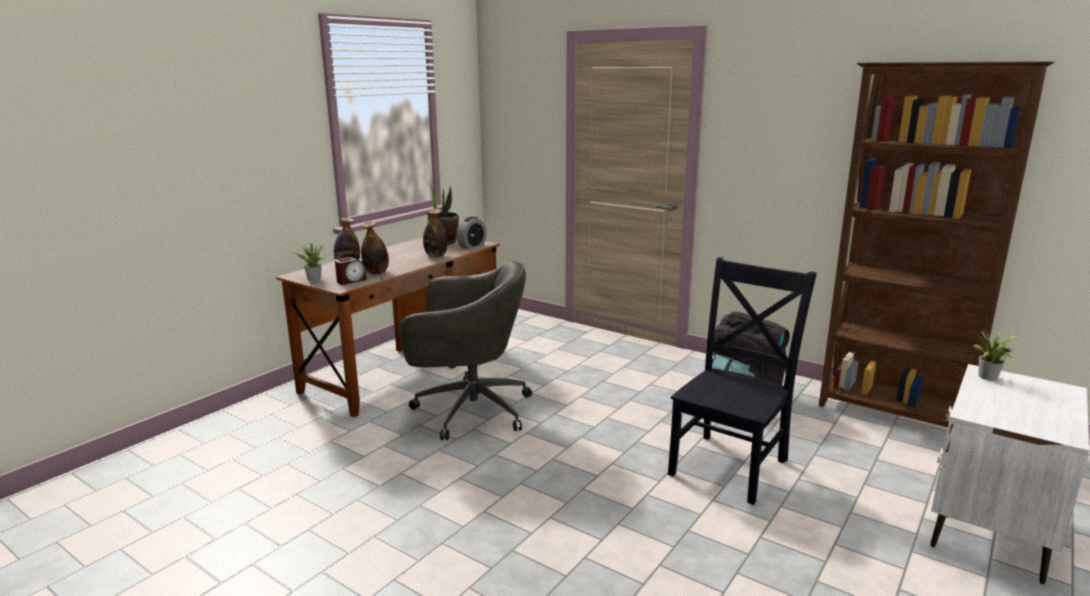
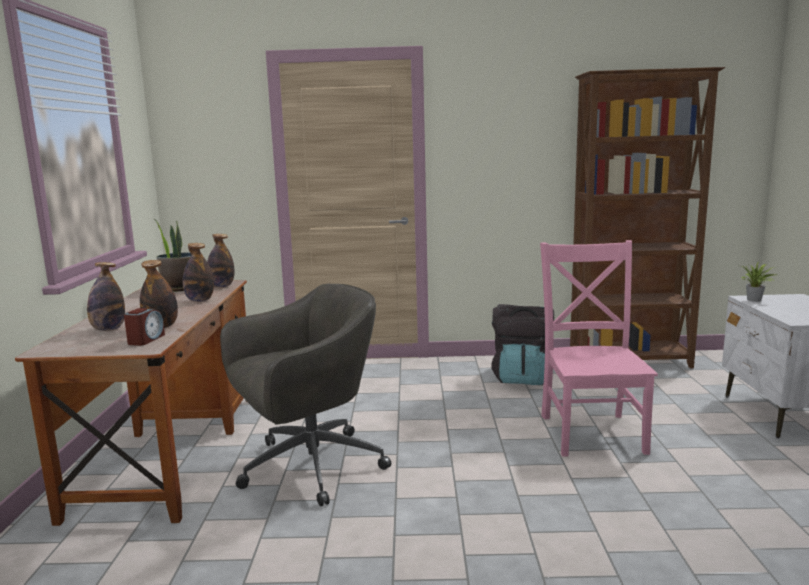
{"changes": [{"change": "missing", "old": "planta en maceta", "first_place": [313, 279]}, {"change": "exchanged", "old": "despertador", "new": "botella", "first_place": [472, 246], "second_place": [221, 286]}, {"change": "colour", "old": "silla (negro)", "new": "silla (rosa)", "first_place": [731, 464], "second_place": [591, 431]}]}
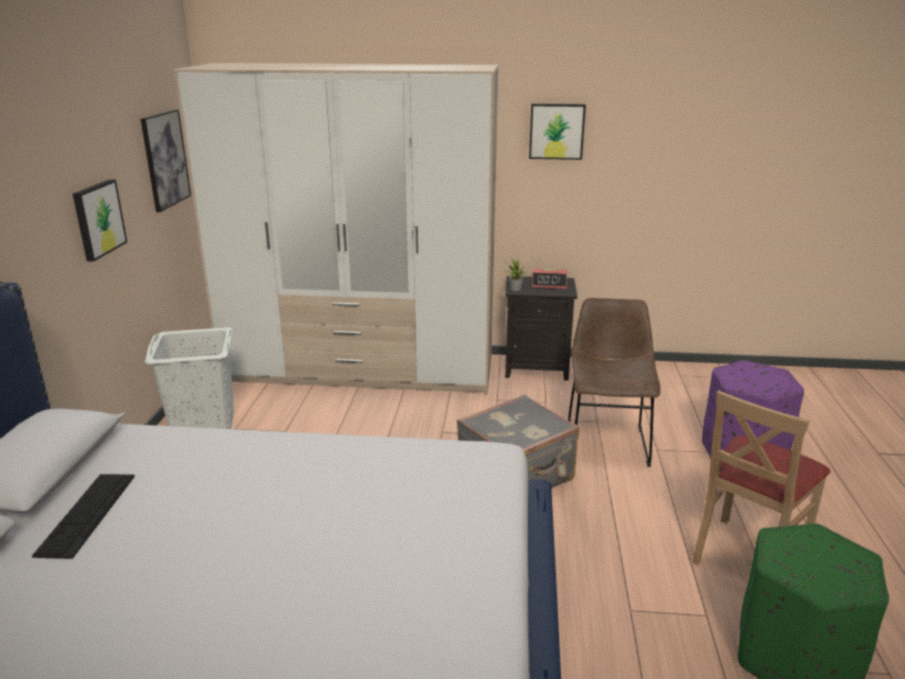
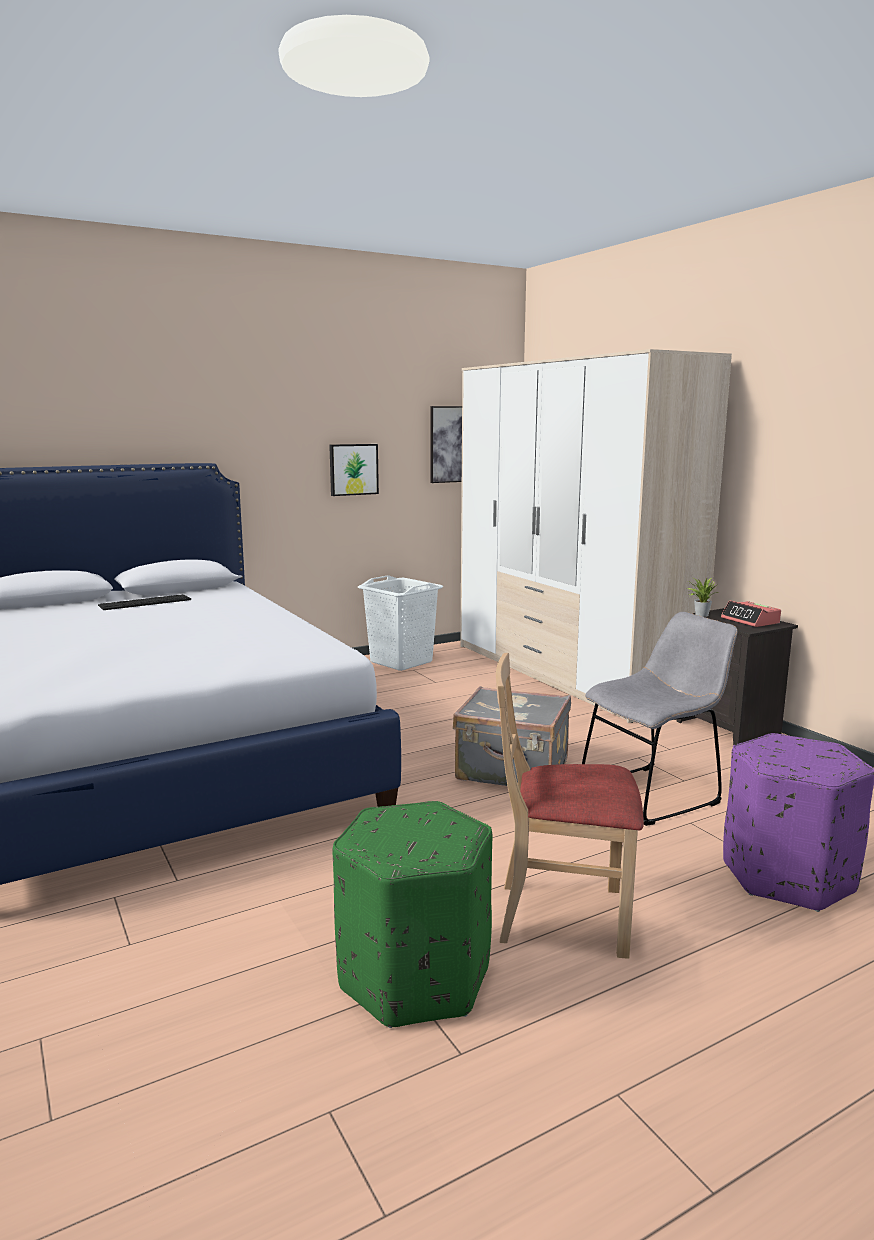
{"changes": [{"change": "missing", "old": "cuadro", "first_place": [556, 131]}, {"change": "colour", "old": "silla (marrón)", "new": "silla (gris)", "first_place": [606, 441], "second_place": [654, 793]}]}
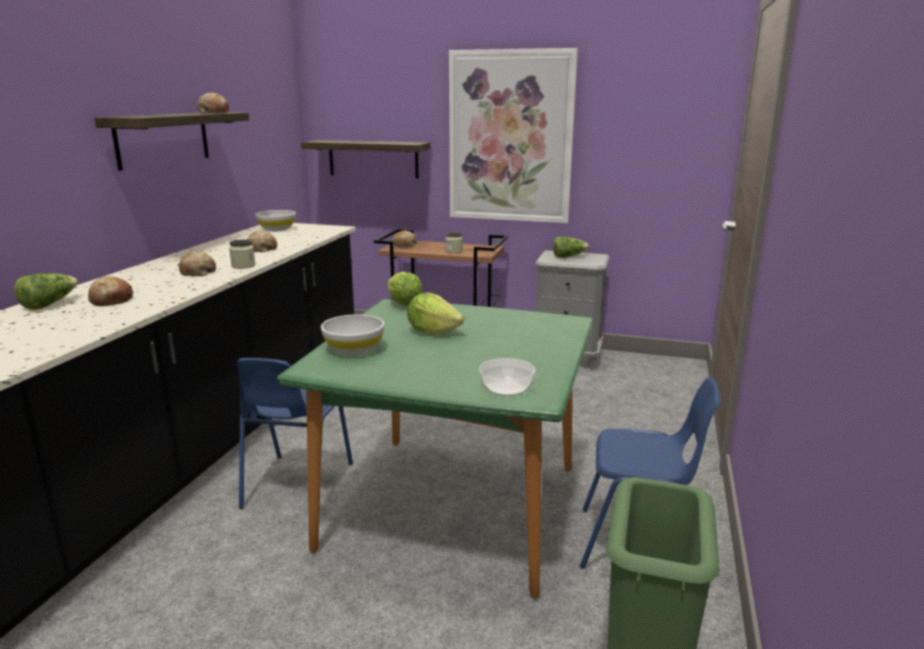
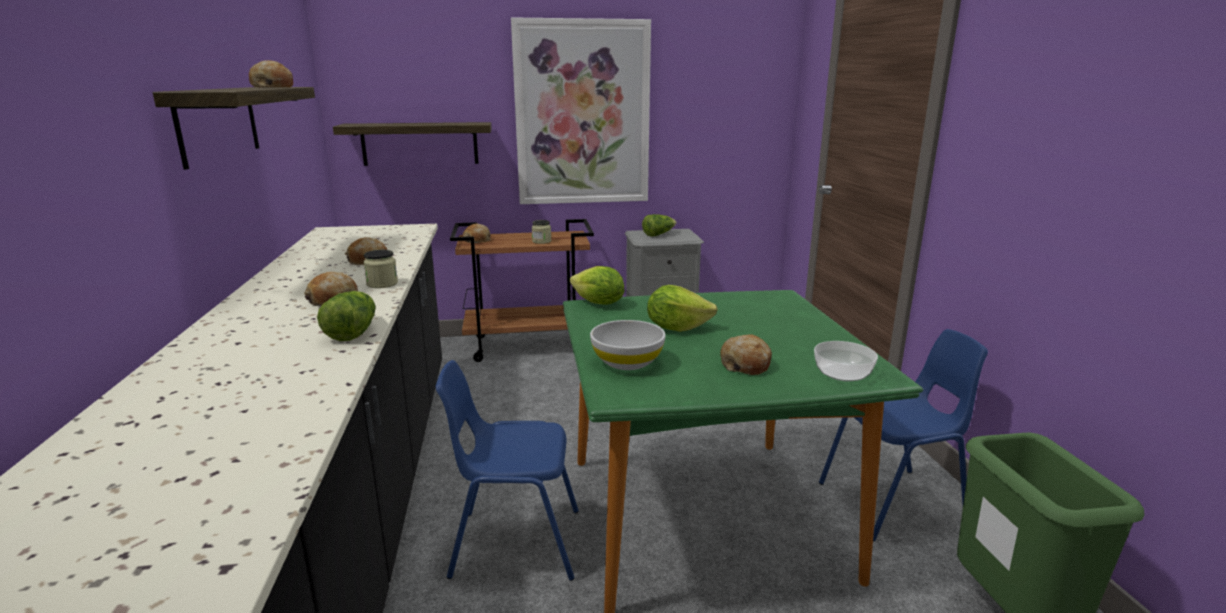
{"changes": [{"change": "relocated", "old": "lechuga", "first_place": [49, 304], "second_place": [352, 332]}, {"change": "relocated", "old": "pan", "first_place": [111, 300], "second_place": [745, 364]}, {"change": "spun", "old": "silla (azul)", "first_place": [296, 486], "second_place": [515, 543], "degrees": 105}, {"change": "missing", "old": "cuenco (blanco)", "first_place": [277, 229]}]}
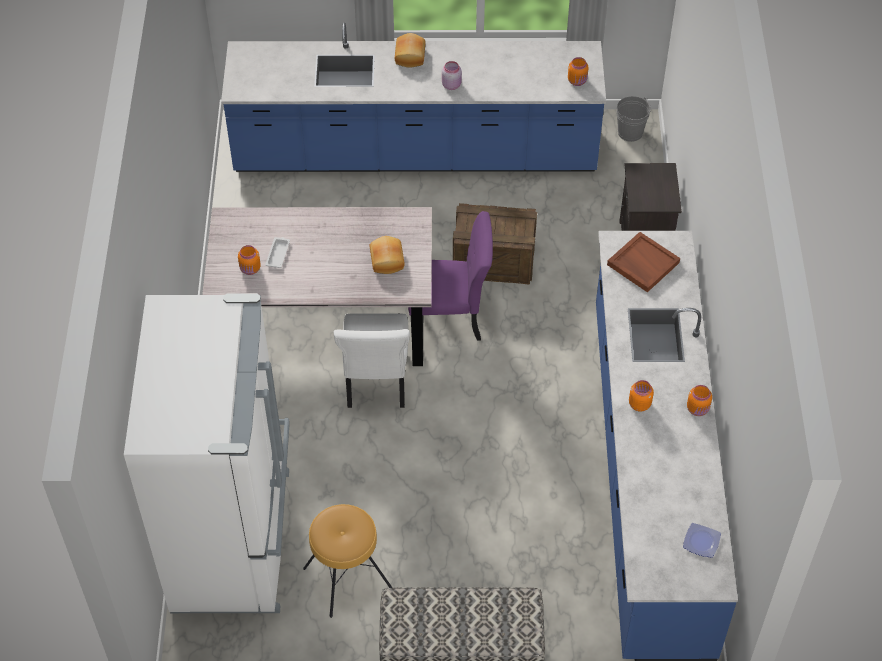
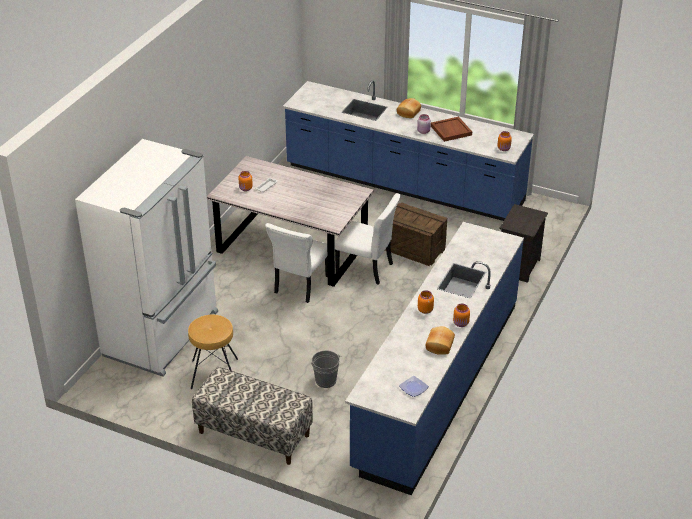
{"changes": [{"change": "relocated", "old": "pan", "first_place": [386, 260], "second_place": [439, 345]}, {"change": "colour", "old": "silla (morado)", "new": "silla (blanco)", "first_place": [449, 319], "second_place": [366, 269]}, {"change": "relocated", "old": "bandeja (marrón)", "first_place": [642, 264], "second_place": [450, 130]}, {"change": "relocated", "old": "cubo (gris)", "first_place": [630, 132], "second_place": [325, 380]}]}
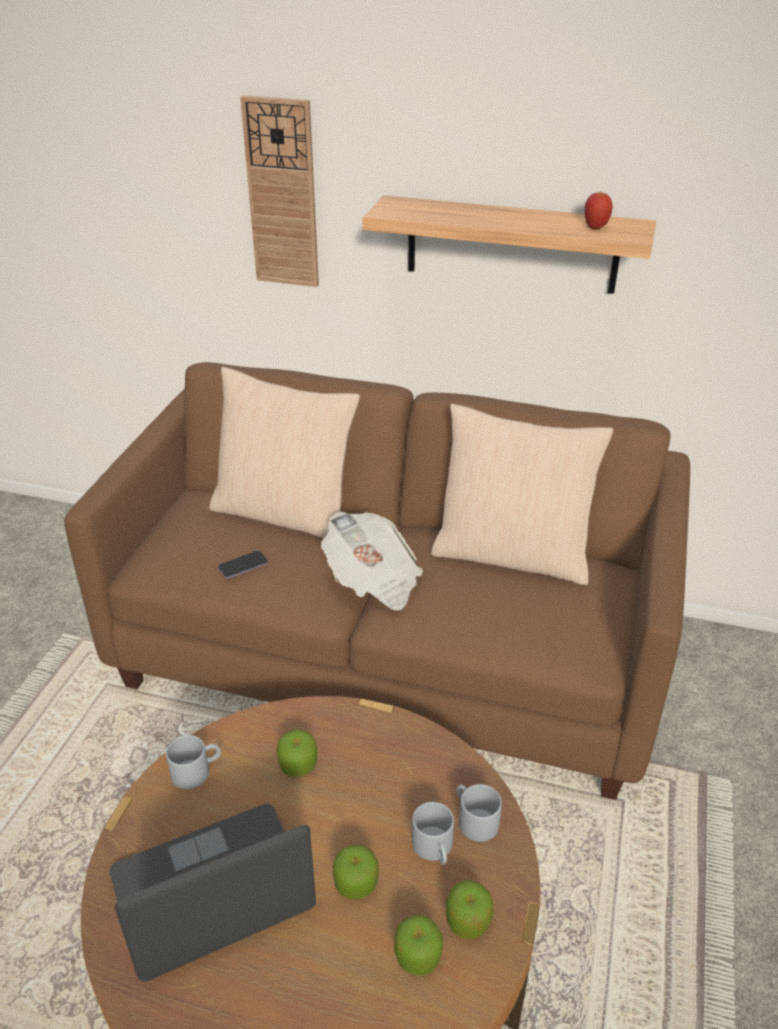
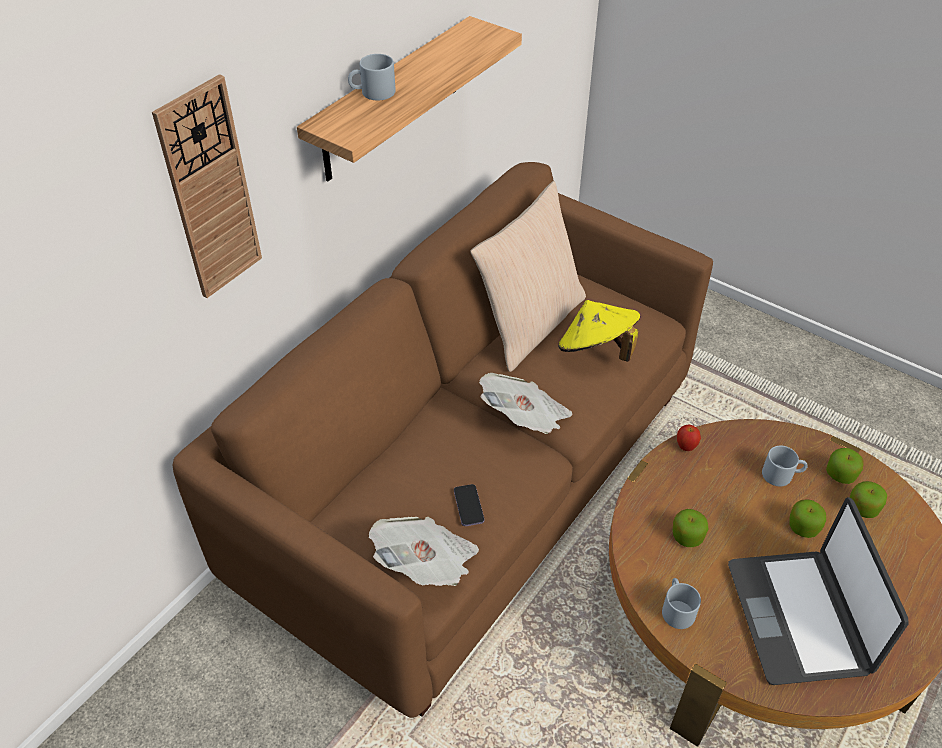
{"changes": [{"change": "missing", "old": "cojín (beis)", "first_place": [286, 513]}, {"change": "relocated", "old": "taza grande (gris)", "first_place": [473, 819], "second_place": [372, 93]}, {"change": "relocated", "old": "manzana", "first_place": [595, 227], "second_place": [685, 447]}, {"change": "appeared", "new": "periódico", "second_place": [427, 564]}, {"change": "appeared", "new": "sombrero (amarillo)", "second_place": [596, 350]}]}
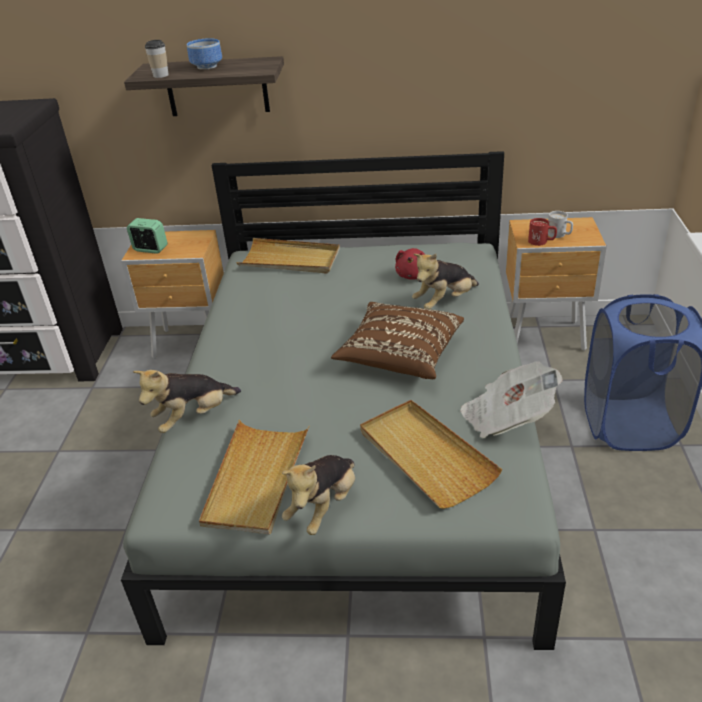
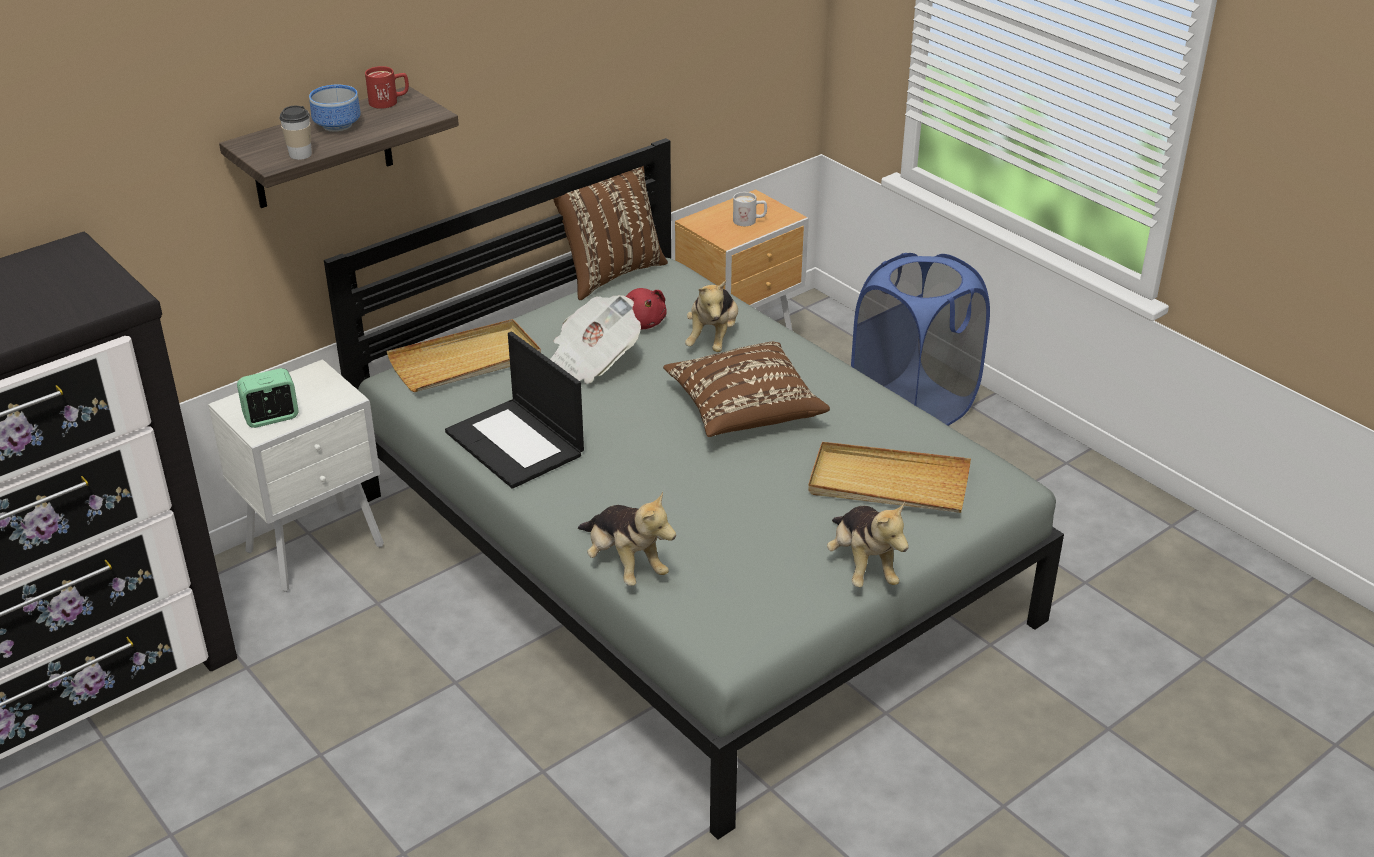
{"changes": [{"change": "colour", "old": "mesita de noche (marrón)", "new": "mesita de noche (blanco)", "first_place": [194, 344], "second_place": [318, 549]}, {"change": "spun", "old": "peluche", "first_place": [193, 417], "second_place": [624, 564], "degrees": -45}, {"change": "missing", "old": "bandeja (beis)", "first_place": [256, 479]}, {"change": "relocated", "old": "periódico", "first_place": [507, 418], "second_place": [591, 362]}, {"change": "relocated", "old": "taza grande (rojo)", "first_place": [541, 242], "second_place": [389, 102]}, {"change": "appeared", "new": "portátil", "second_place": [516, 443]}, {"change": "appeared", "new": "cojín (marrón)", "second_place": [610, 273]}]}
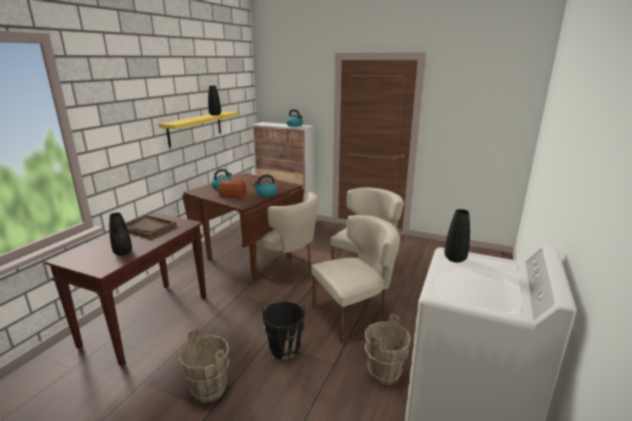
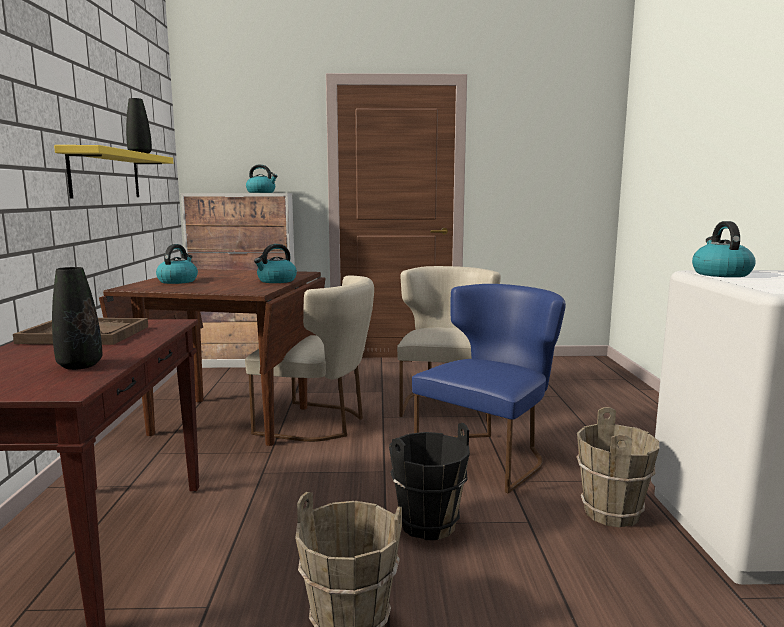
{"changes": [{"change": "missing", "old": "pan", "first_place": [233, 195]}, {"change": "colour", "old": "silla (beis)", "new": "silla (azul)", "first_place": [354, 315], "second_place": [489, 456]}, {"change": "exchanged", "old": "florero (negro)", "new": "hervidor", "first_place": [455, 259], "second_place": [720, 274]}]}
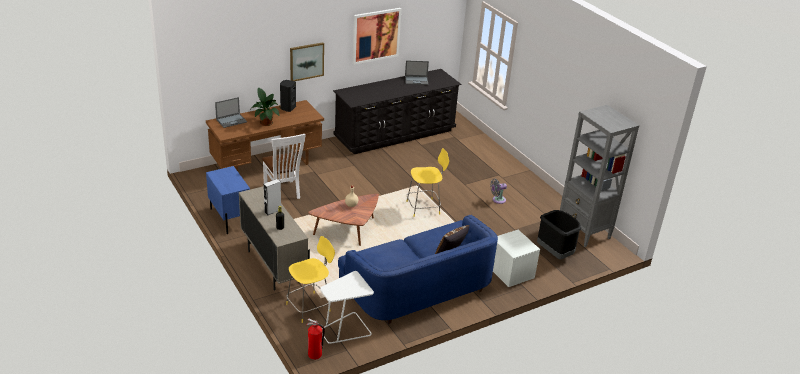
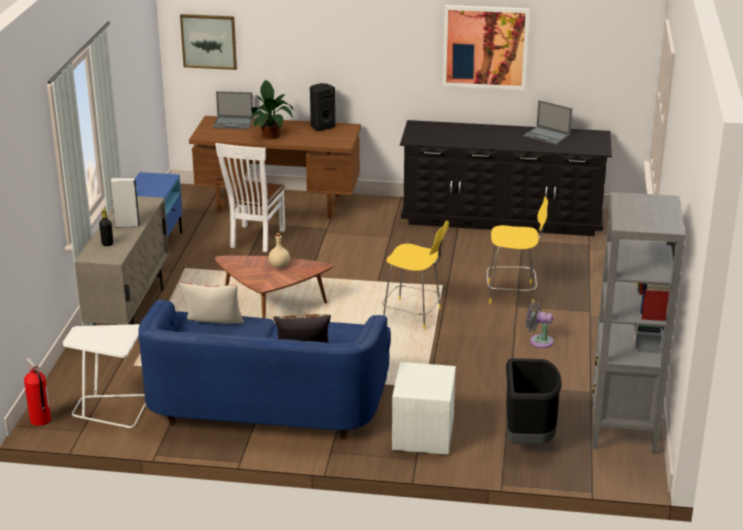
{"changes": [{"change": "relocated", "old": "silla (amarillo)", "first_place": [309, 307], "second_place": [513, 293]}, {"change": "relocated", "old": "cuadro", "first_place": [306, 61], "second_place": [209, 41]}, {"change": "appeared", "new": "cojín", "second_place": [214, 325]}]}
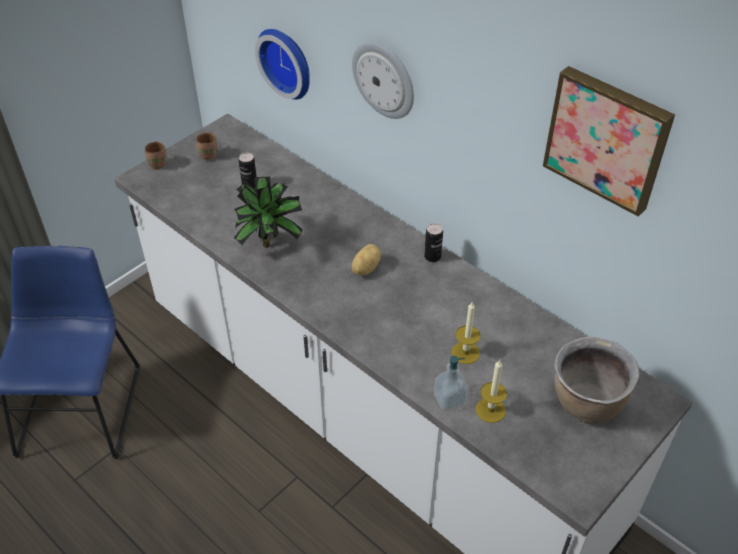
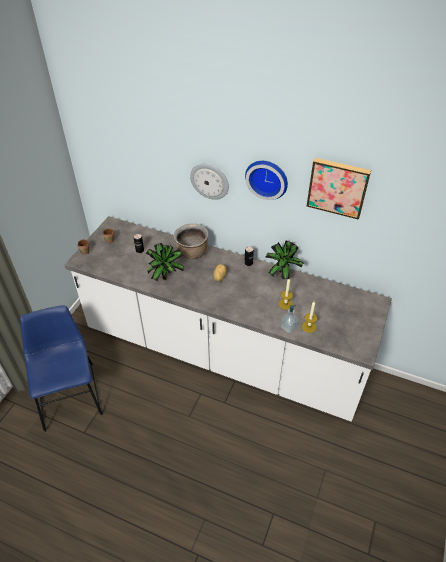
{"changes": [{"change": "relocated", "old": "reloj de pared", "first_place": [288, 61], "second_place": [267, 178]}, {"change": "relocated", "old": "olla (marrón)", "first_place": [586, 403], "second_place": [192, 253]}, {"change": "appeared", "new": "planta en maceta", "second_place": [282, 274]}]}
